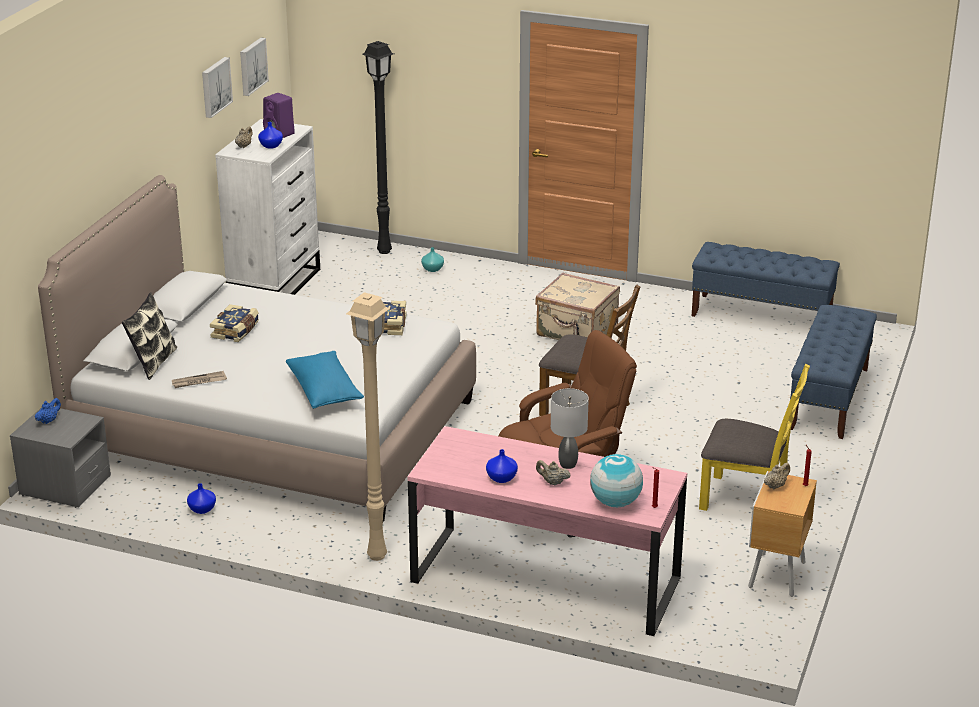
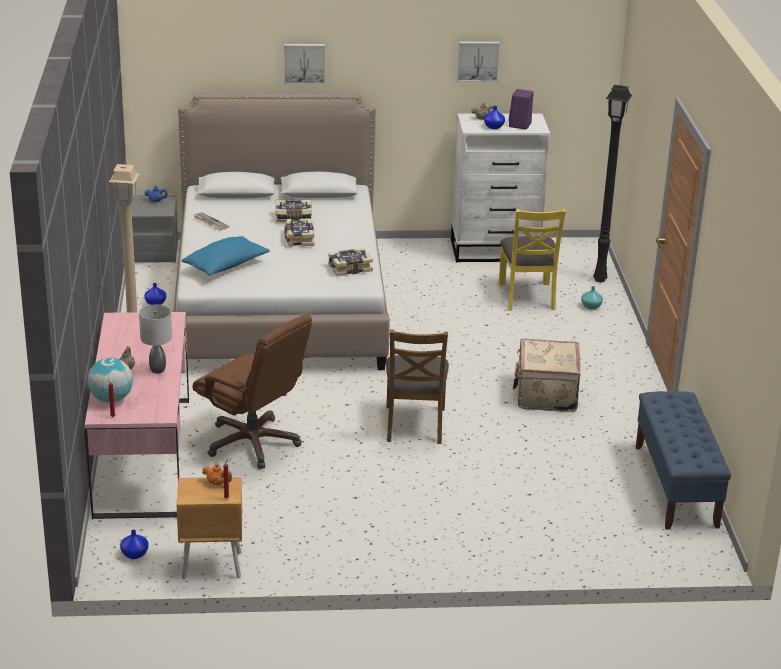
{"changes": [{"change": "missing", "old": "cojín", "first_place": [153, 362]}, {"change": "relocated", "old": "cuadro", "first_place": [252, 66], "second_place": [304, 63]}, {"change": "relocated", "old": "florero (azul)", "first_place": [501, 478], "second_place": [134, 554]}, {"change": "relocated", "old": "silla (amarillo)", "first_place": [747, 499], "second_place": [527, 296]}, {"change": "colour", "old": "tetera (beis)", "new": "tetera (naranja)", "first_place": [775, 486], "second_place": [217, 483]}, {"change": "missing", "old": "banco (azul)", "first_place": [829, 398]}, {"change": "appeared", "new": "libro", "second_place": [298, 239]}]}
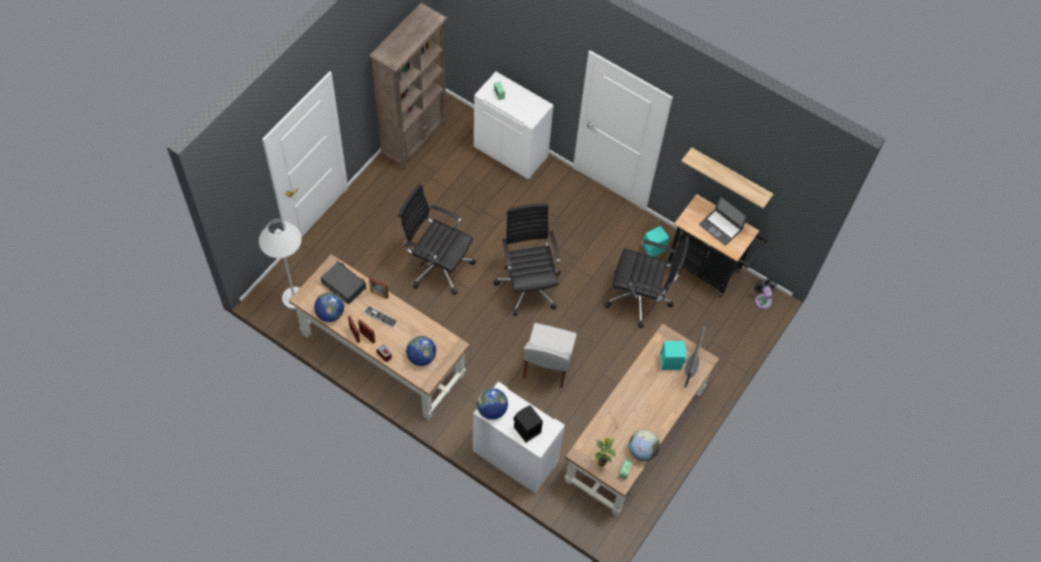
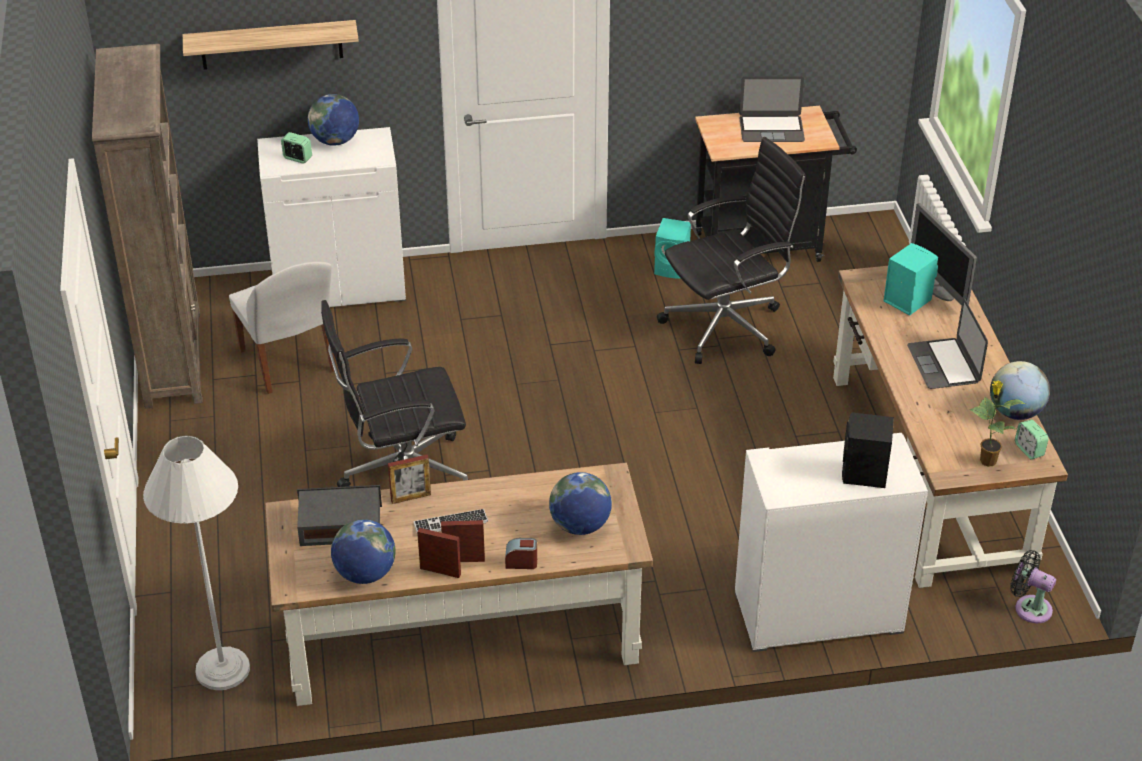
{"changes": [{"change": "relocated", "old": "globo terráqueo", "first_place": [492, 410], "second_place": [335, 141]}, {"change": "missing", "old": "silla de oficina (negro)", "first_place": [528, 285]}, {"change": "relocated", "old": "silla (blanco)", "first_place": [547, 366], "second_place": [288, 362]}, {"change": "relocated", "old": "estante", "first_place": [730, 176], "second_place": [271, 45]}, {"change": "relocated", "old": "ventilador (negro)", "first_place": [762, 299], "second_place": [1029, 607]}, {"change": "appeared", "new": "portátil", "second_place": [943, 364]}]}
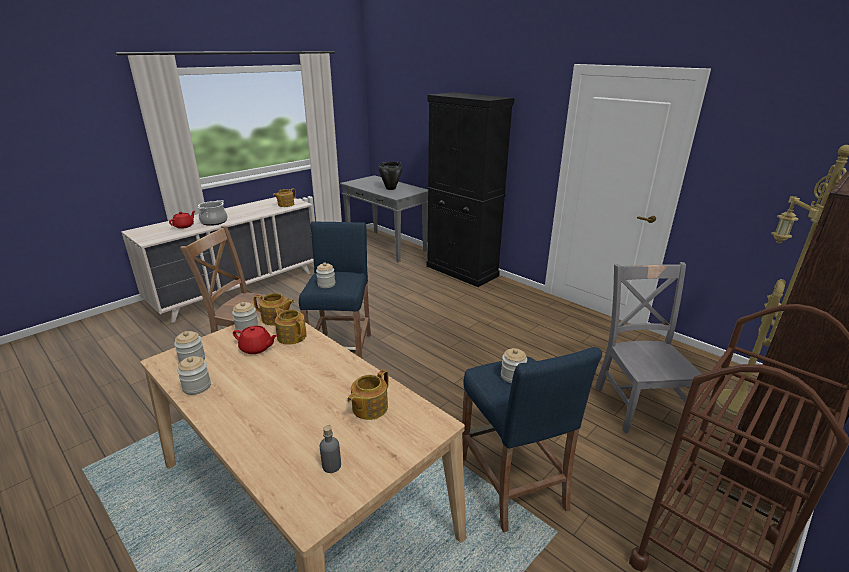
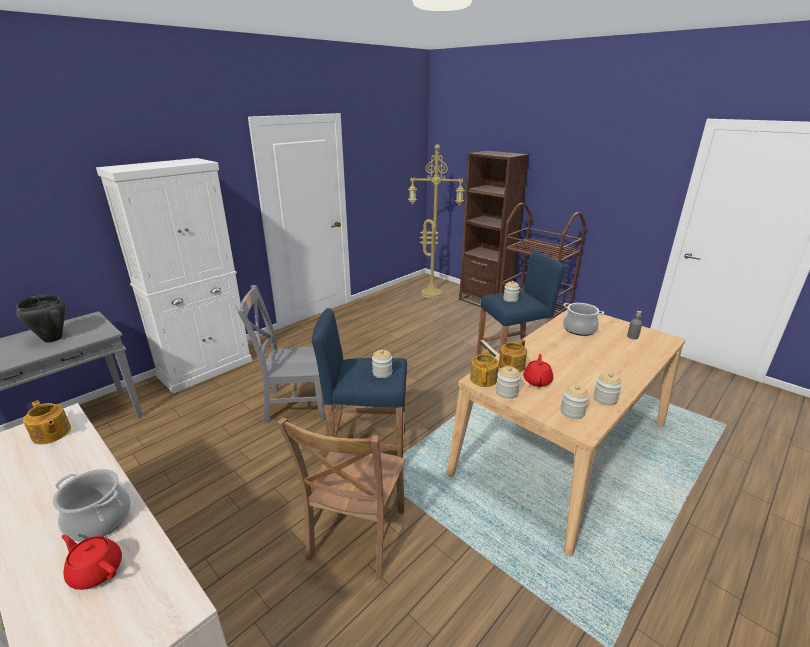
{"changes": [{"change": "exchanged", "old": "tetera", "new": "olla", "first_place": [369, 408], "second_place": [579, 329]}, {"change": "colour", "old": "armario (negro)", "new": "armario (blanco)", "first_place": [462, 271], "second_place": [206, 368]}, {"change": "relocated", "old": "silla (gris)", "first_place": [637, 404], "second_place": [293, 404]}]}
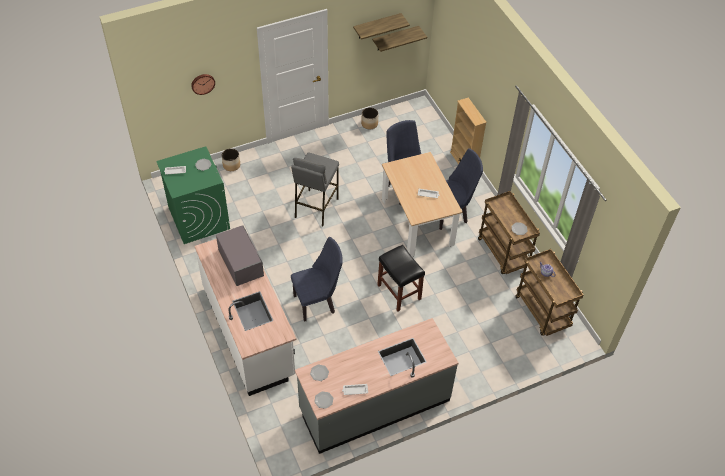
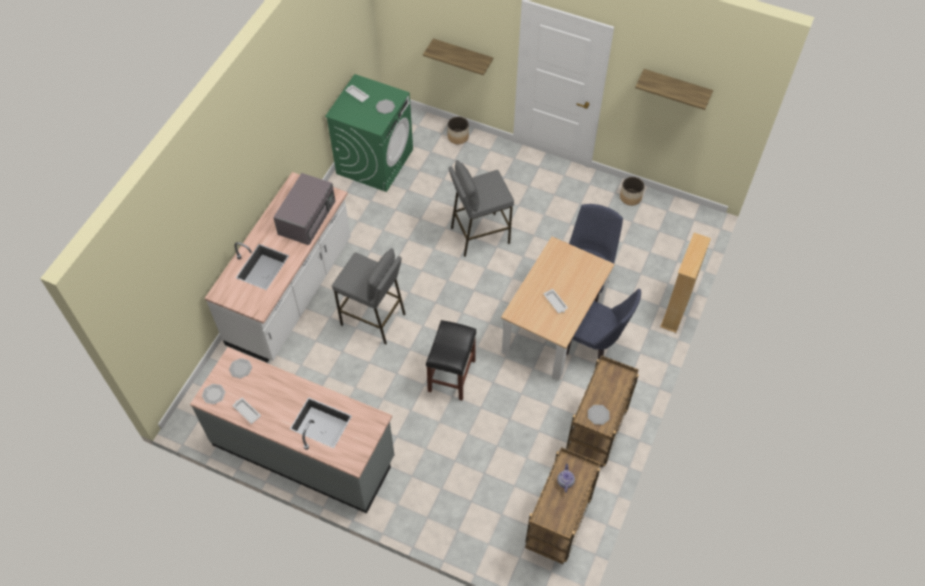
{"changes": [{"change": "missing", "old": "reloj de pared", "first_place": [202, 83]}, {"change": "exchanged", "old": "silla (azul)", "new": "taburete (gris)", "first_place": [317, 302], "second_place": [373, 319]}, {"change": "relocated", "old": "estante", "first_place": [395, 38], "second_place": [463, 55]}]}
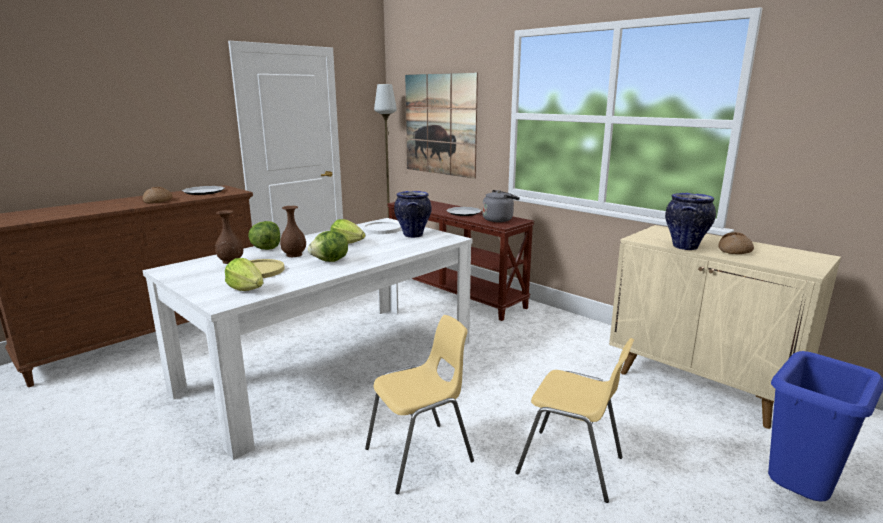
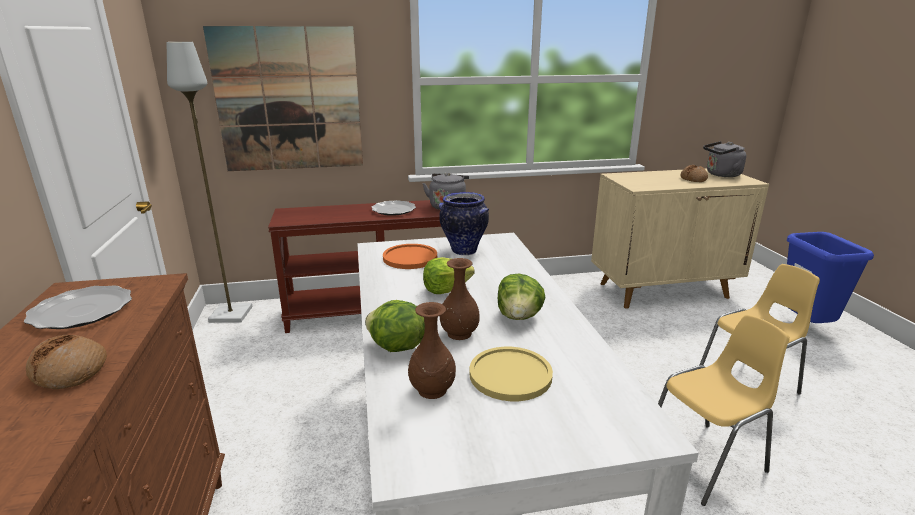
{"changes": [{"change": "missing", "old": "lechuga", "first_place": [246, 289]}, {"change": "colour", "old": "plato (blanco)", "new": "plato (naranja)", "first_place": [382, 229], "second_place": [410, 258]}, {"change": "spun", "old": "silla (amarillo)", "first_place": [420, 456], "second_place": [705, 461], "degrees": 60}, {"change": "missing", "old": "florero", "first_place": [685, 247]}, {"change": "appeared", "new": "hervidor (gris)", "second_place": [721, 175]}]}
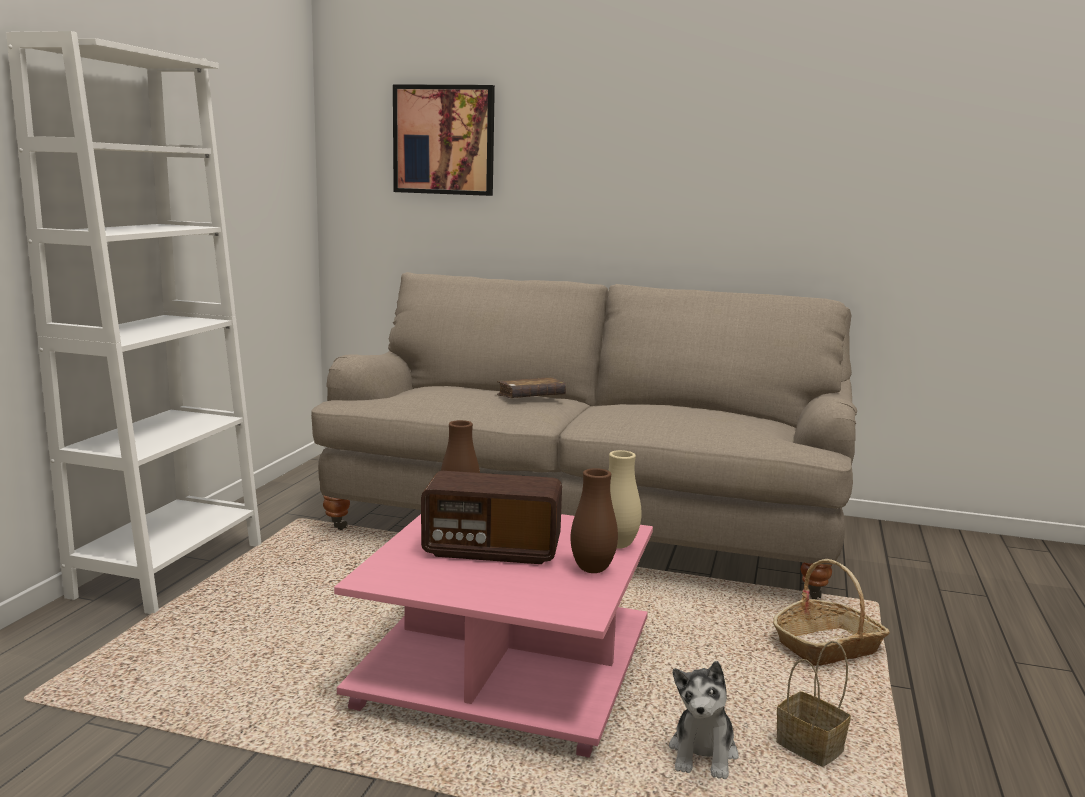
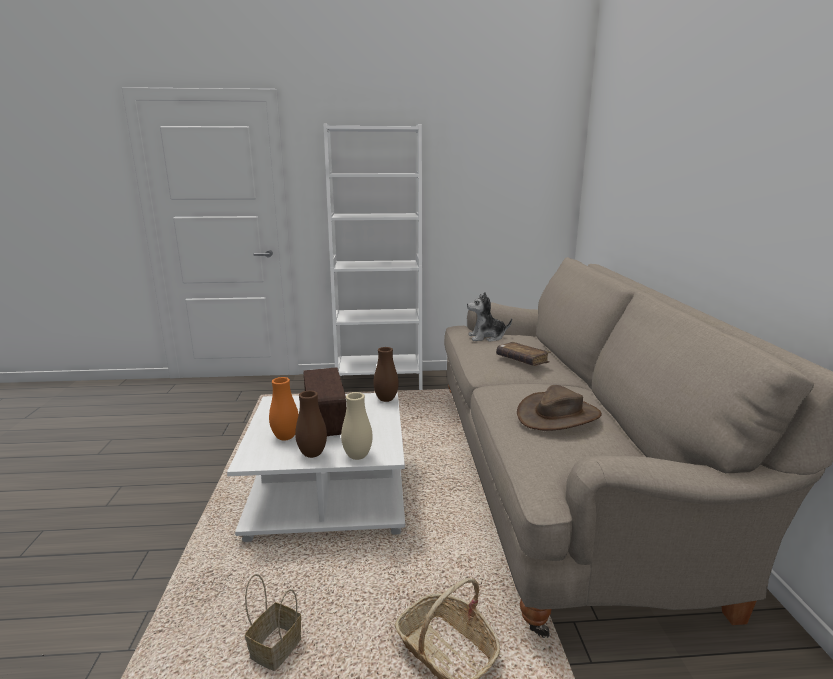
{"changes": [{"change": "colour", "old": "mesa de centro (rosa)", "new": "mesa de centro (blanco)", "first_place": [509, 669], "second_place": [330, 494]}, {"change": "missing", "old": "cuadro", "first_place": [444, 140]}, {"change": "relocated", "old": "peluche", "first_place": [703, 754], "second_place": [487, 337]}, {"change": "appeared", "new": "florero (naranja)", "second_place": [285, 437]}, {"change": "appeared", "new": "sombrero (marrón)", "second_place": [558, 415]}]}
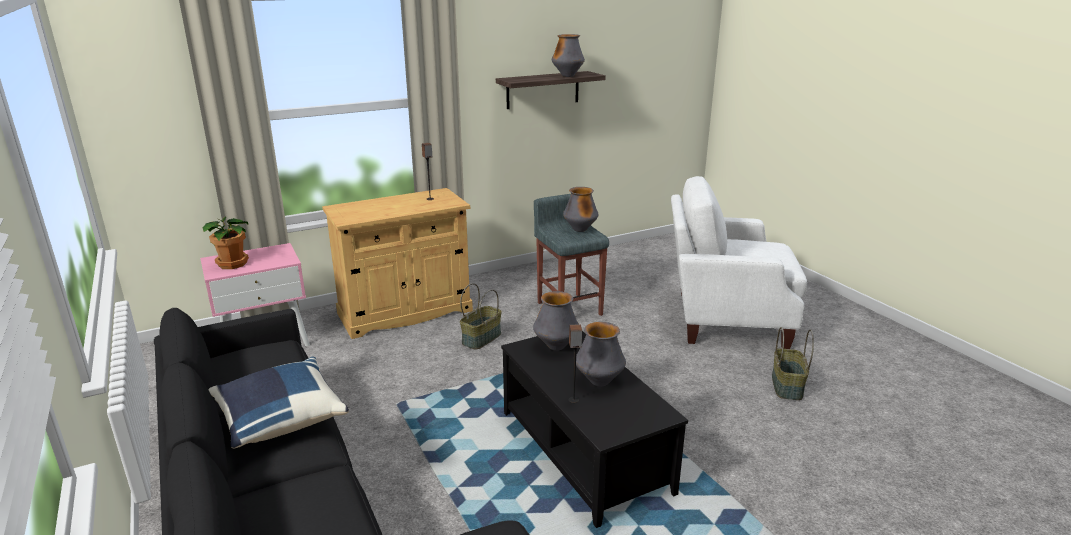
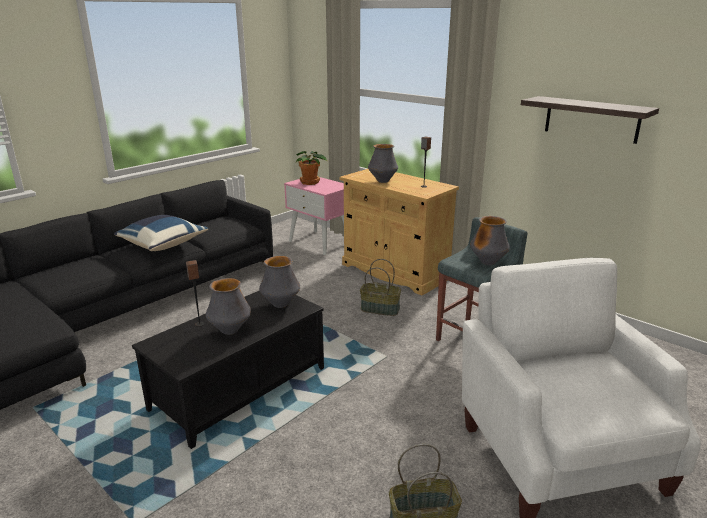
{"changes": [{"change": "relocated", "old": "florero", "first_place": [567, 76], "second_place": [382, 181]}]}
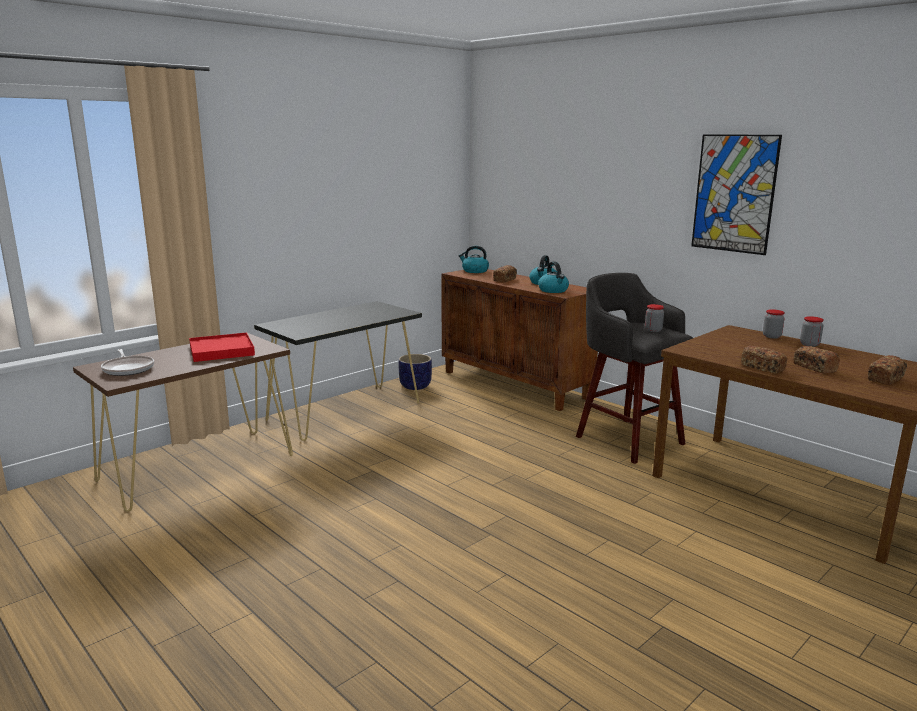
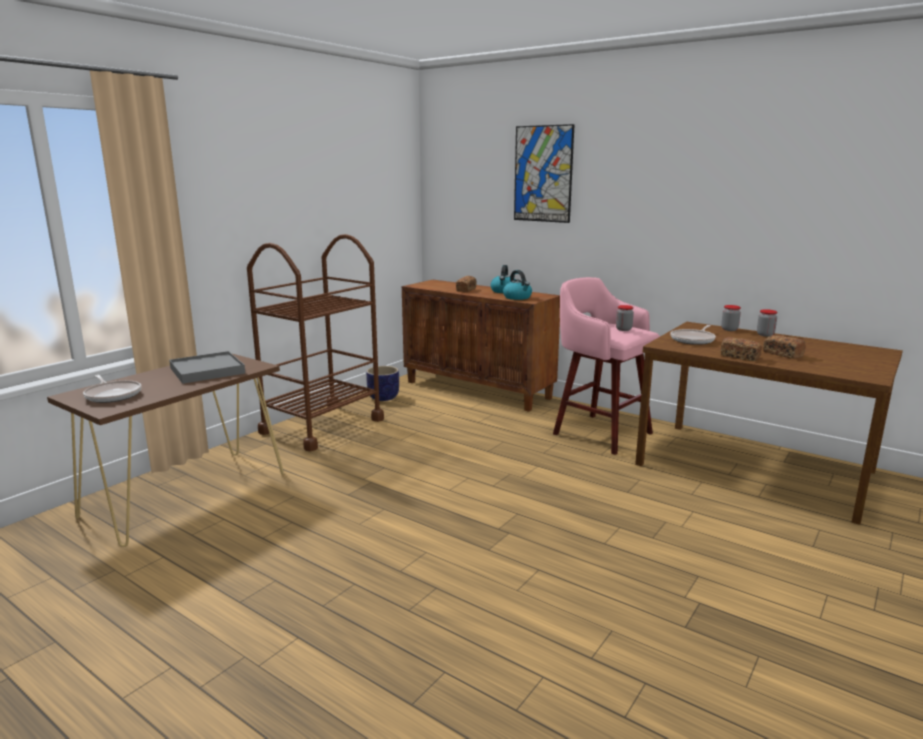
{"changes": [{"change": "colour", "old": "bandeja (rojo)", "new": "bandeja (gris)", "first_place": [222, 350], "second_place": [207, 370]}, {"change": "exchanged", "old": "mesa consola (negro)", "new": "carrito (marrón)", "first_place": [345, 411], "second_place": [322, 426]}, {"change": "missing", "old": "hervidor", "first_place": [474, 271]}, {"change": "colour", "old": "taburete (gris)", "new": "taburete (rosa)", "first_place": [627, 439], "second_place": [599, 432]}, {"change": "relocated", "old": "cuadro", "first_place": [734, 193], "second_place": [543, 174]}, {"change": "missing", "old": "pan", "first_place": [885, 379]}, {"change": "appeared", "new": "sartén", "second_place": [693, 340]}]}
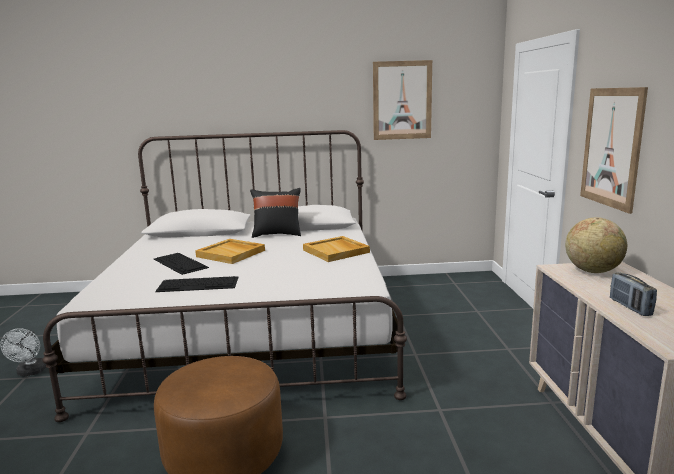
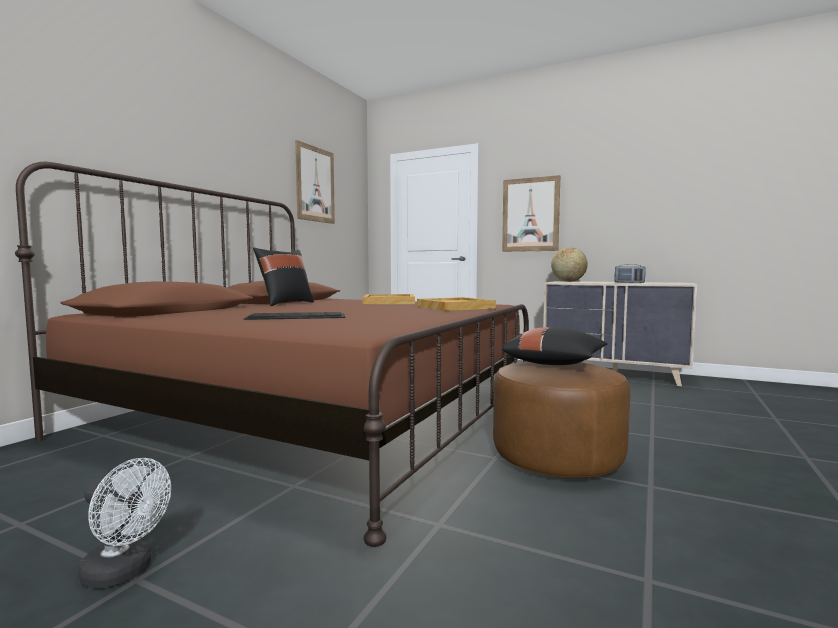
{"changes": [{"change": "colour", "old": "cama (blanco)", "new": "cama (marrón)", "first_place": [250, 331], "second_place": [316, 415]}, {"change": "missing", "old": "teclado", "first_place": [199, 284]}, {"change": "relocated", "old": "bandeja (beis)", "first_place": [231, 253], "second_place": [455, 307]}, {"change": "appeared", "new": "cojín (negro)", "second_place": [555, 363]}]}
